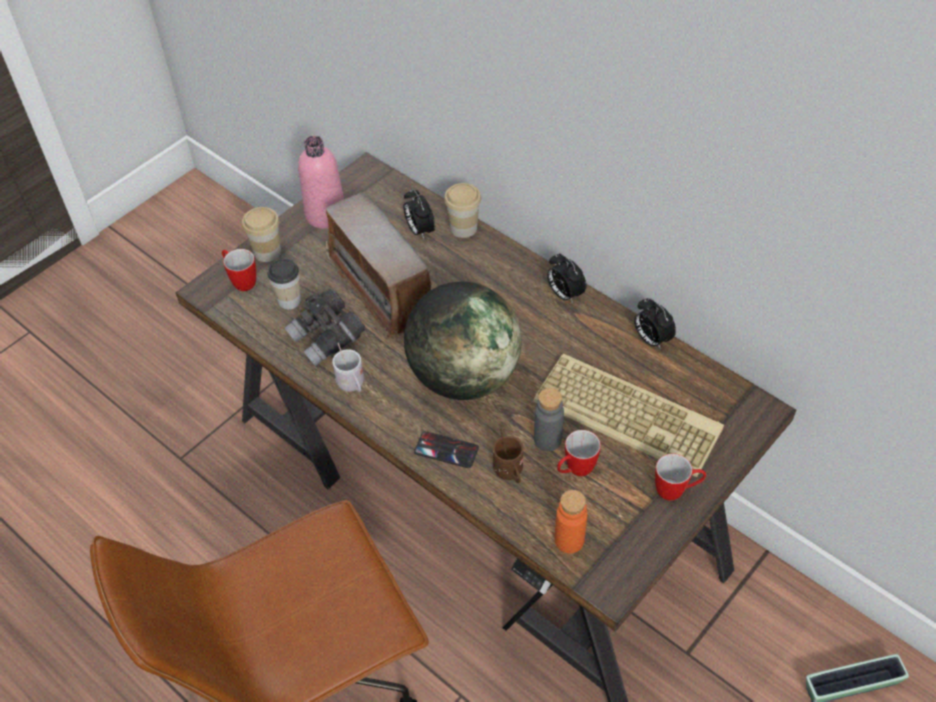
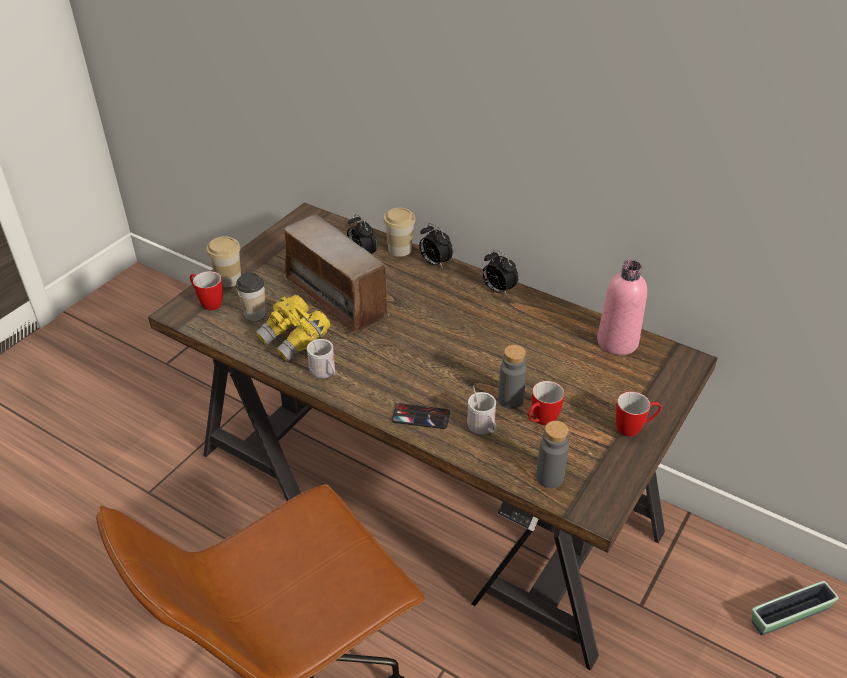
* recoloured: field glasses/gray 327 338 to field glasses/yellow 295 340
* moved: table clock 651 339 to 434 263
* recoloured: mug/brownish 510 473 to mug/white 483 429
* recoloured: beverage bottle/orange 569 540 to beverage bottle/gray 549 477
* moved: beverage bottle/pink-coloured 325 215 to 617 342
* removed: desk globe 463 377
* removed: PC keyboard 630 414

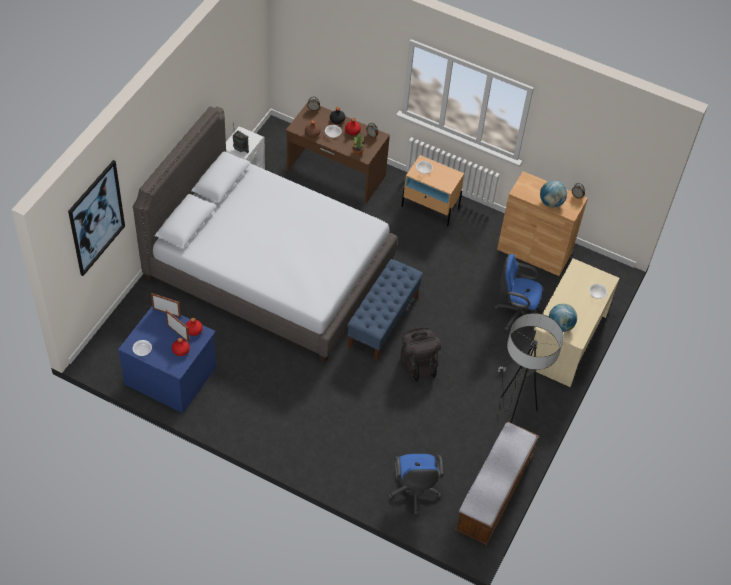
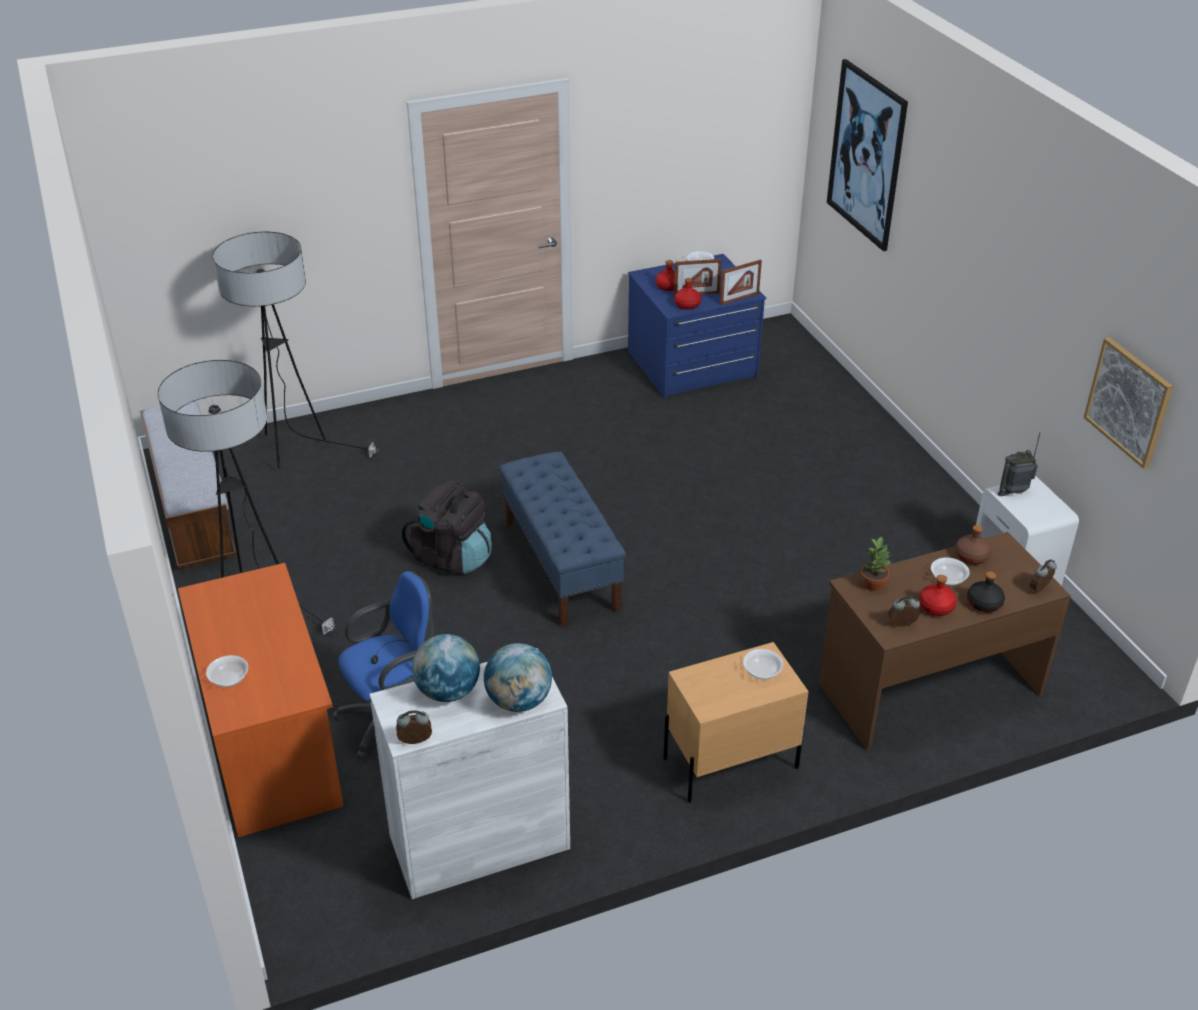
* recoloured: desk unit/sand-coloured 565 341 to desk unit/orange 272 743
* replaced: office chair/blue 414 492 to floor lamp 294 451
* recoloured: cupboard/brownish 534 251 to cupboard/white 479 842
* moved: desk globe 560 325 to 518 701
* added: wall picture 1129 402
* removed: bed/gray 269 271

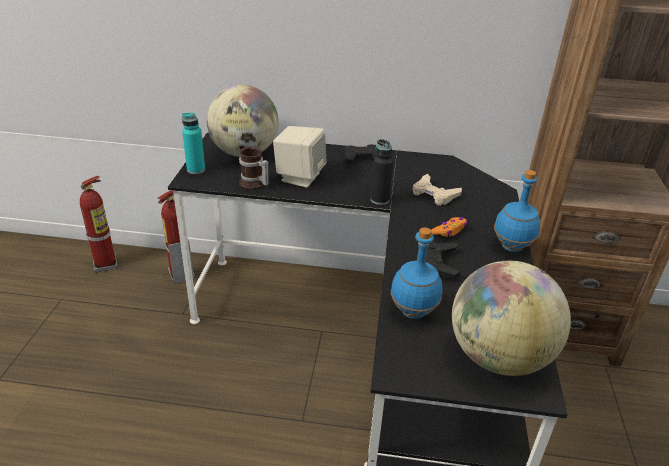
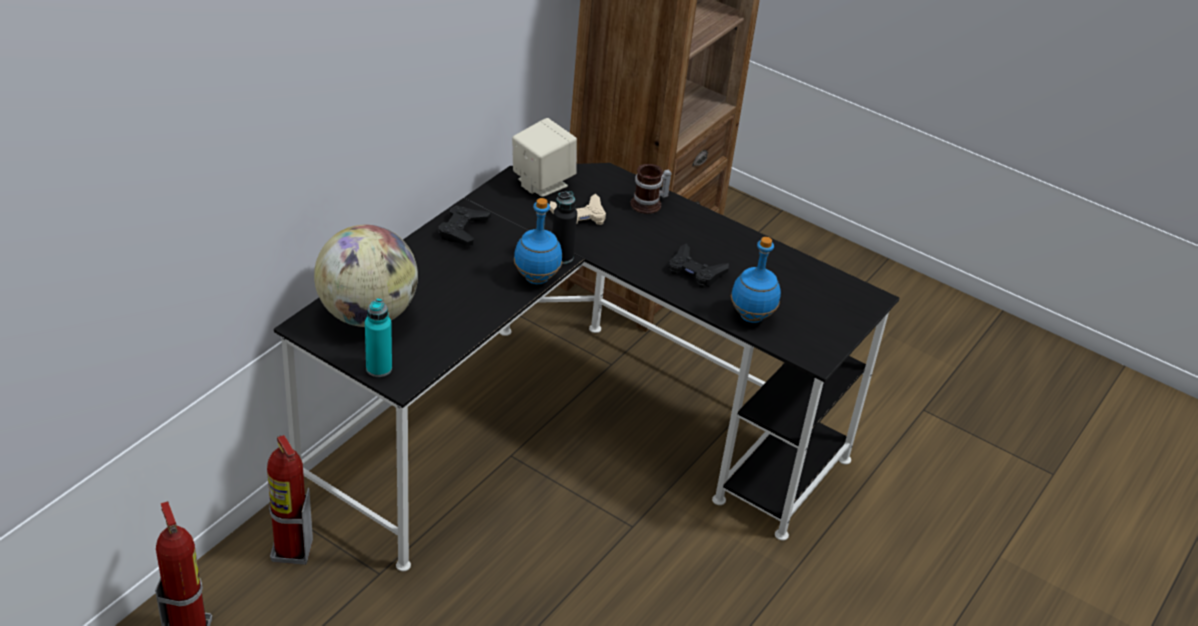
* moved: speaker/sand-coloured 300 177 to 541 183
* moved: beverage bottle/blue 511 247 to 536 278
* moved: mug 253 184 to 649 204
* removed: joypad/orange 449 231
* removed: desk globe 498 356

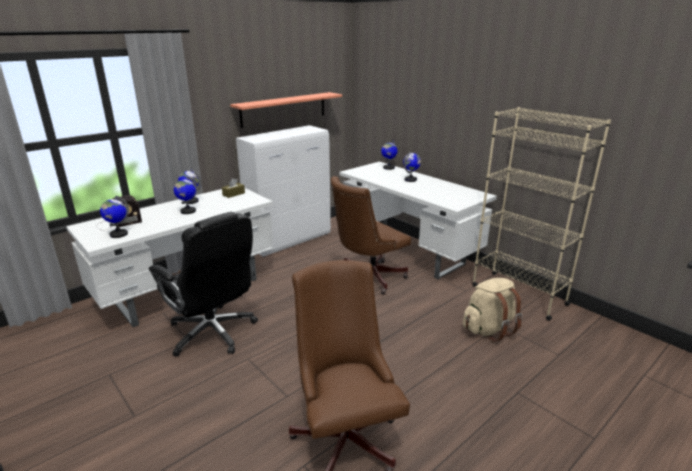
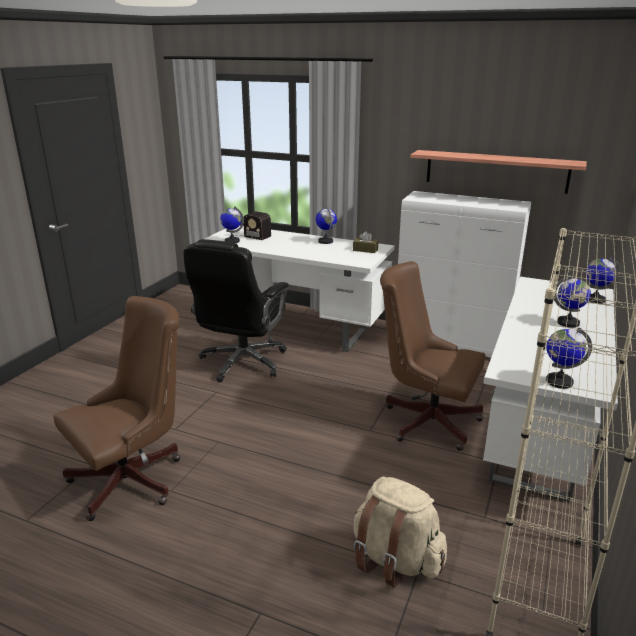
* moved: desk globe 188 211 to 559 381

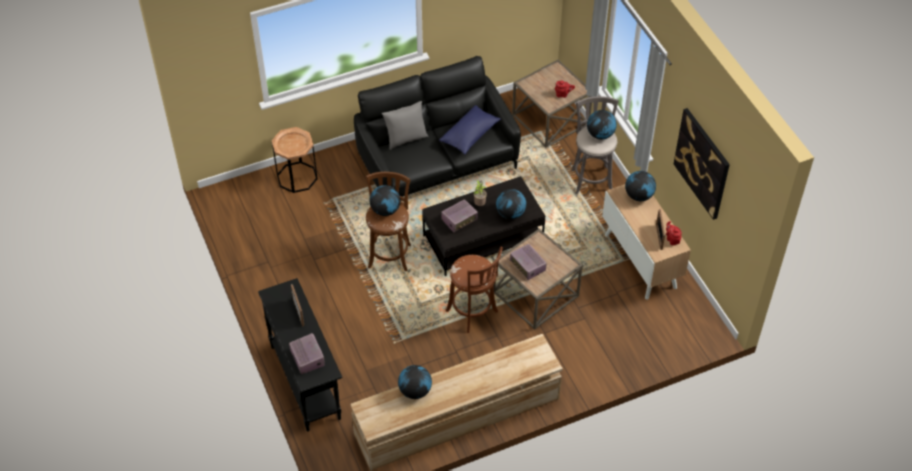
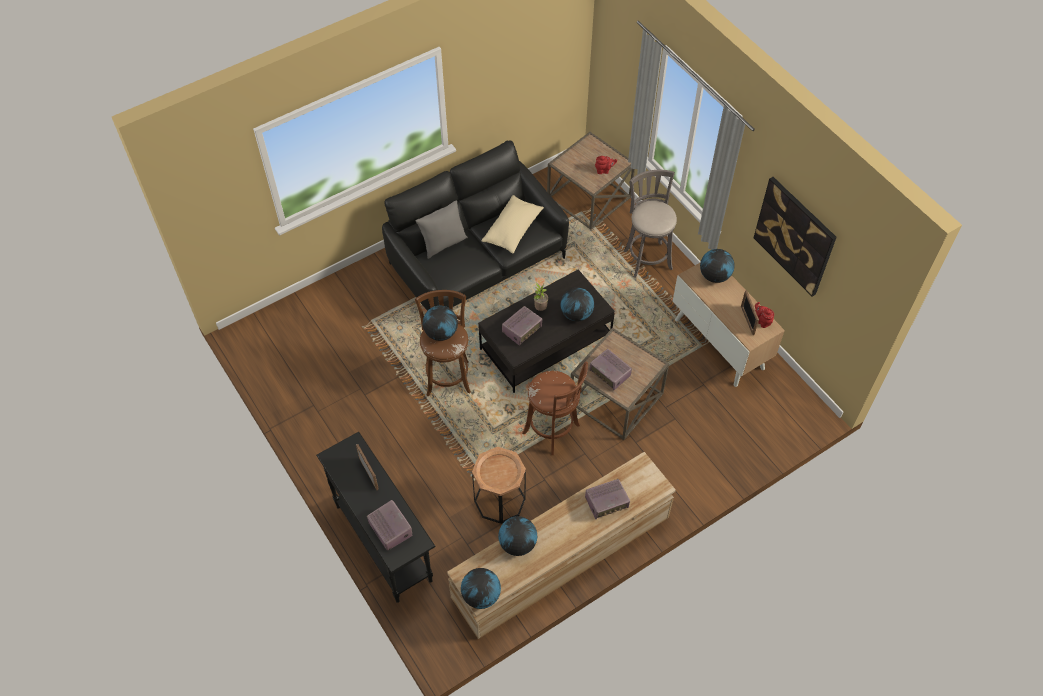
* moved: desk globe 600 135 to 481 596
* moved: end table/brownish 297 177 to 499 500
* recoloured: pillow/blue 470 135 to pillow/sand-coloured 513 230
* added: radio 607 503

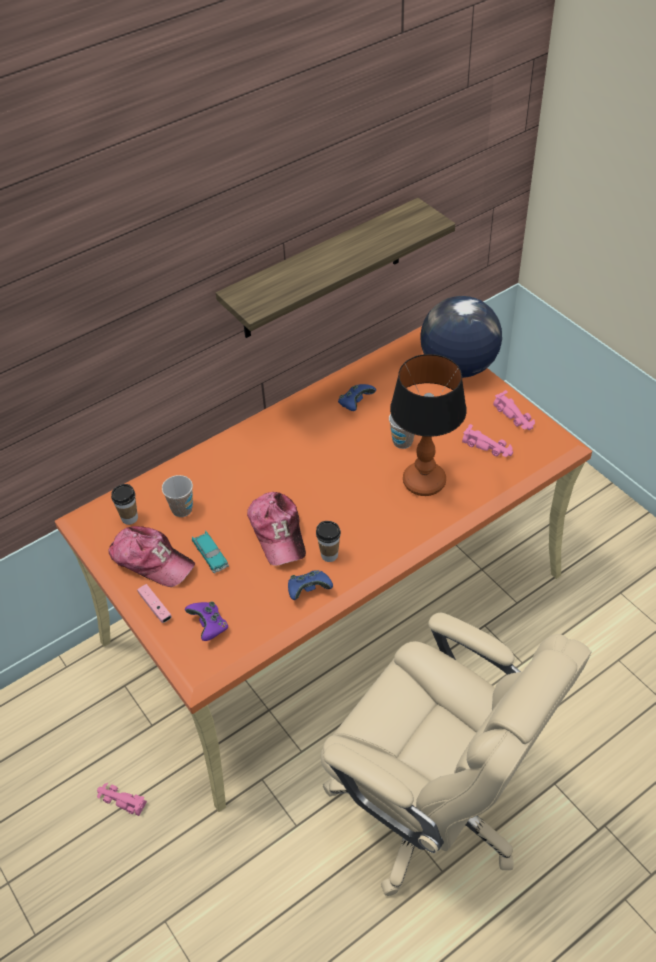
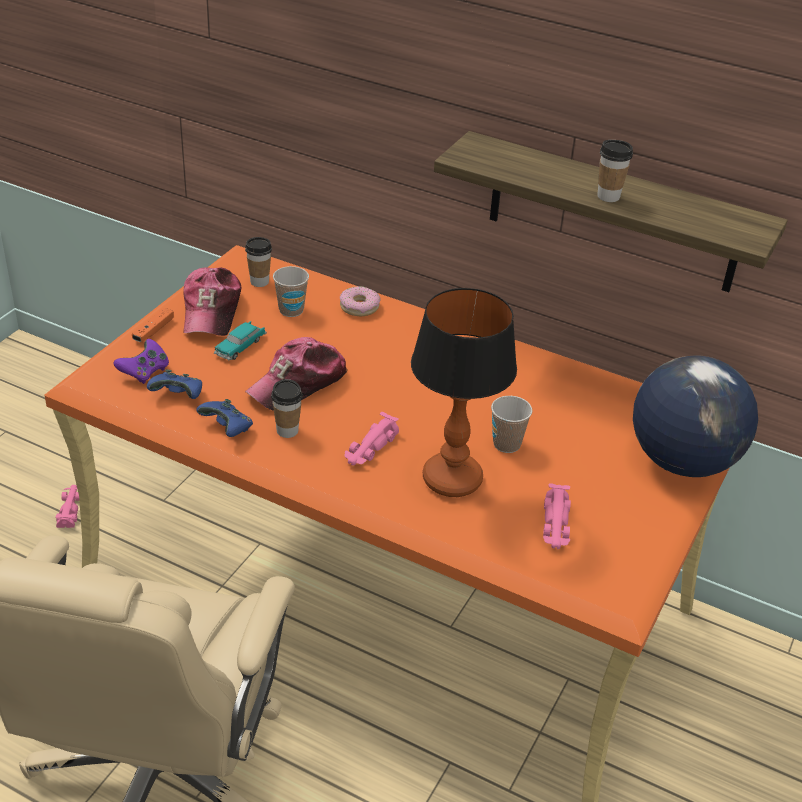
* recoloured: joypad/pink-coloured 155 607 to joypad/orange 153 331
* moved: joypad/blue 355 403 to 178 396
* added: doughnut 359 307
* moved: model car/pink-coloured 514 416 to 370 448
* added: cup 608 196

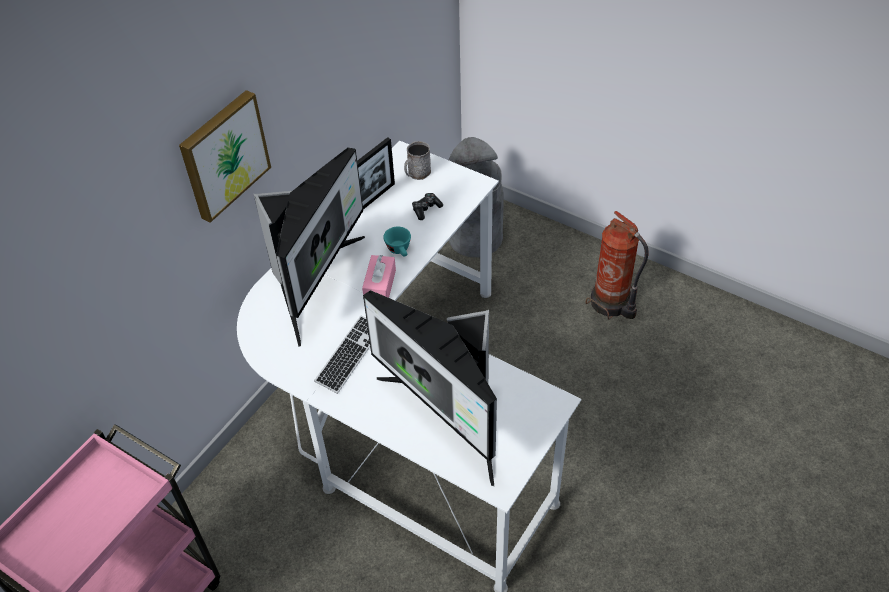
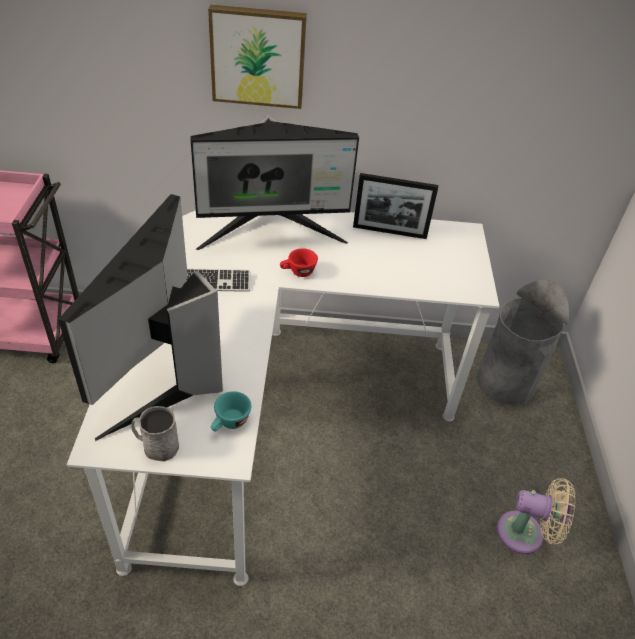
* moved: mug/gray 417 174 to 156 446
* moved: cup/turquoise 400 250 to 229 423
* replaced: tissue holder/pink-coloured 380 285 to cup/reddish 298 272
* replaced: extinguisher 611 304 to cooling fan/sand-coloured 525 534
* removed: joypad 426 209

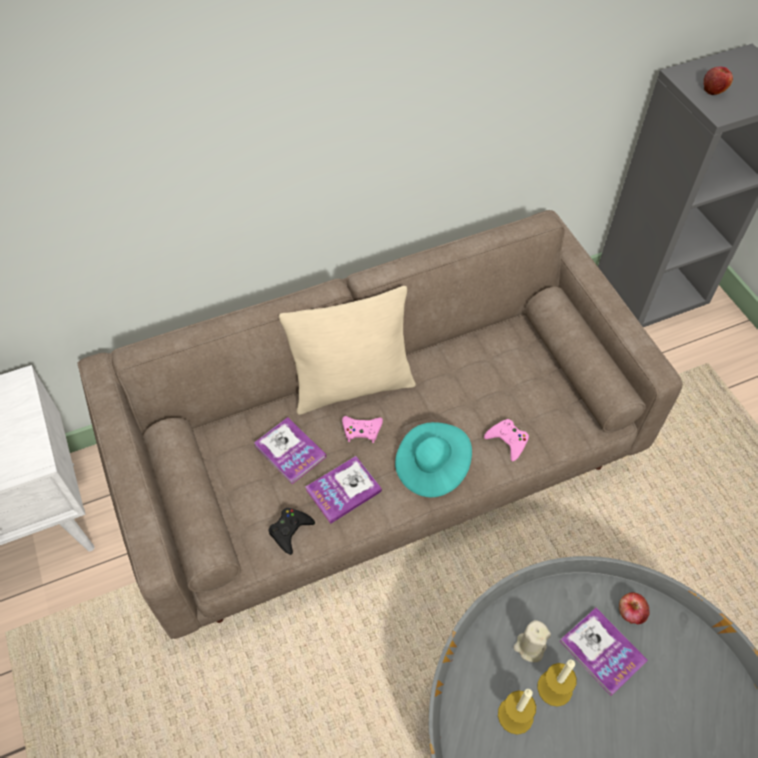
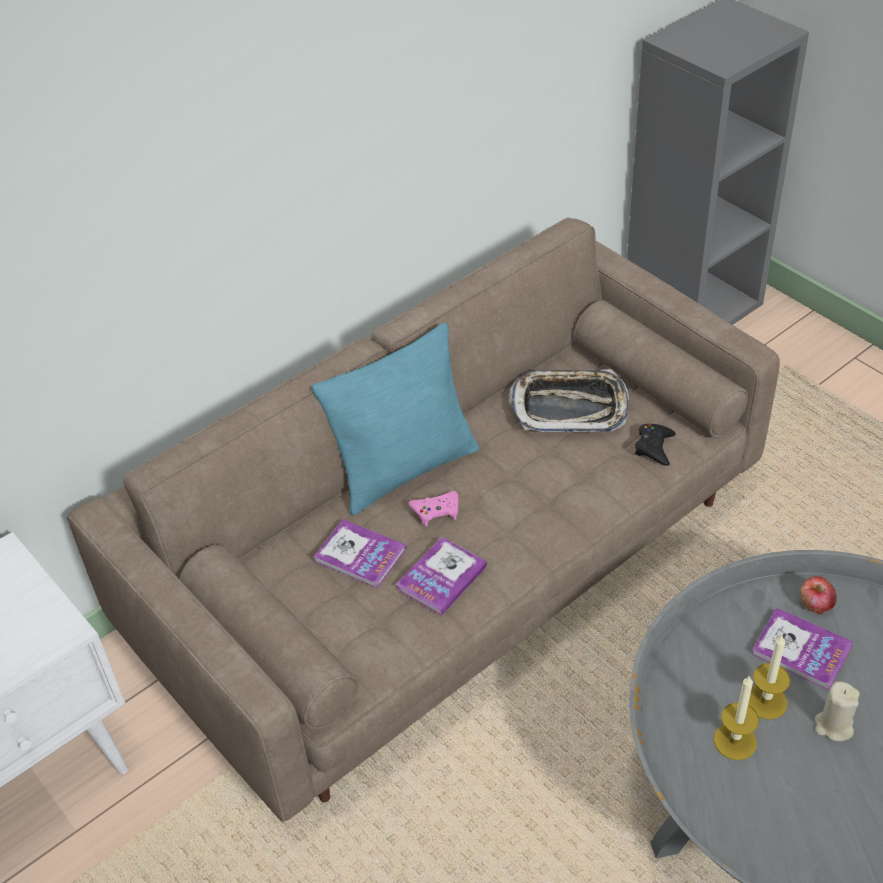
* recoloured: pillow/sand-coloured 352 386 to pillow/turquoise 405 470
* added: serving tray 569 407
* moved: joypad/blackish 290 531 to 654 447
* moved: wax light/sand-coloured 529 647 to 833 726
* removed: wearable hat/turquoise 431 467
* removed: joypad/pink-coloured 507 441
* removed: apple fruit 714 89

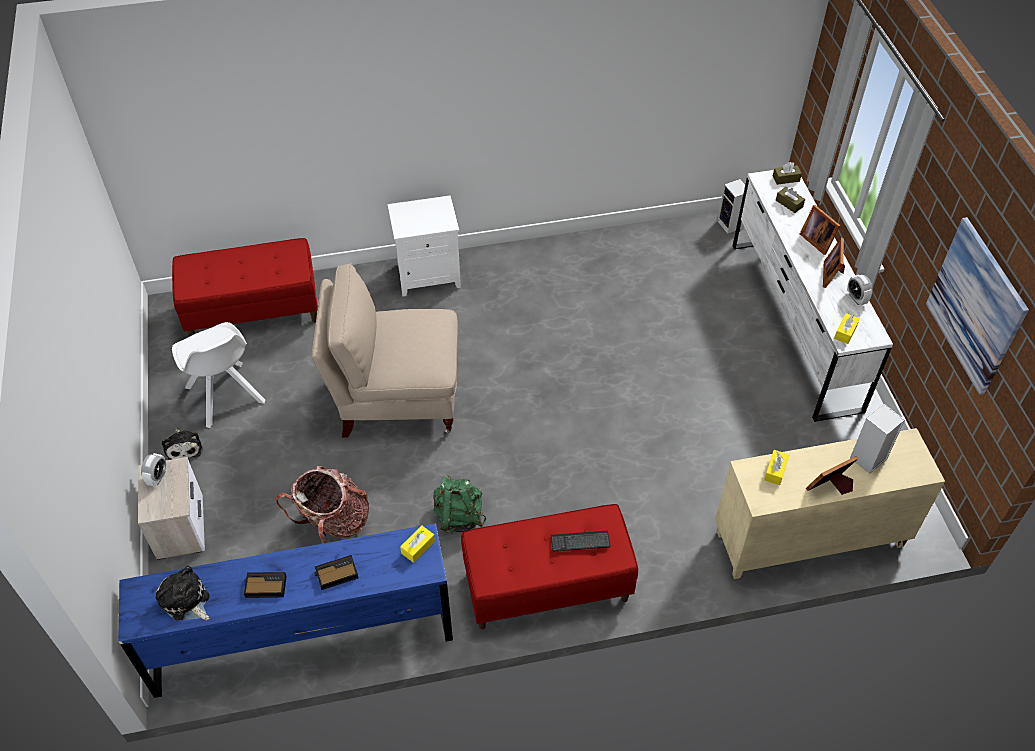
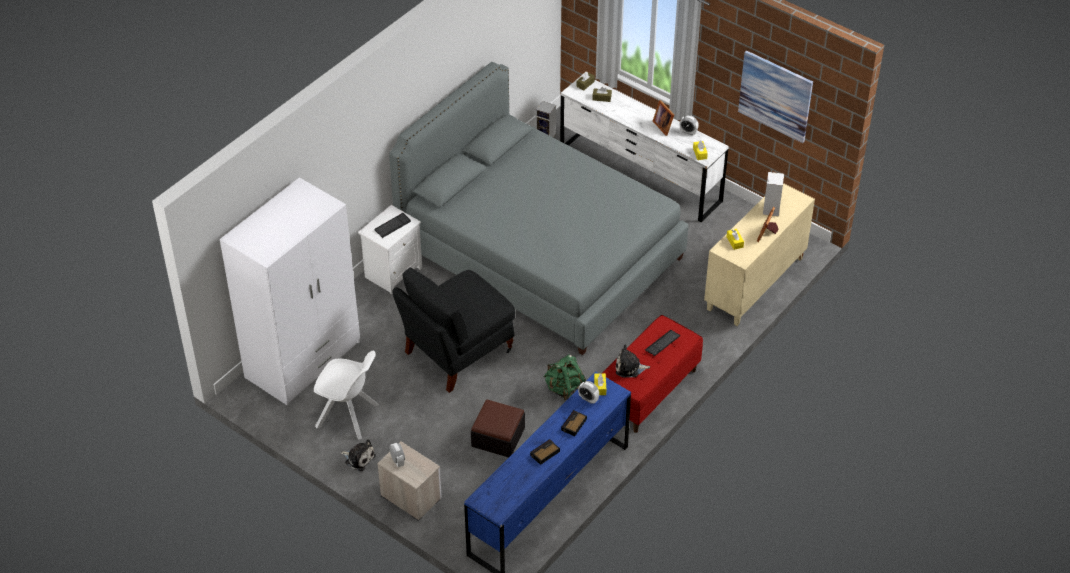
* replaced: long seat/reddish 253 311 to armoire/white 304 360
* added: PC keyboard 392 226
* added: bed/gray 540 253
* recoloured: plain chair/sand-coloured 396 399 to plain chair/blackish 457 352
* replaced: knapsack 333 523 to pouffe 498 437
* added: table clock 588 399
* moved: cuddly toy 186 601 to 629 368
* removed: standing frame 817 240

